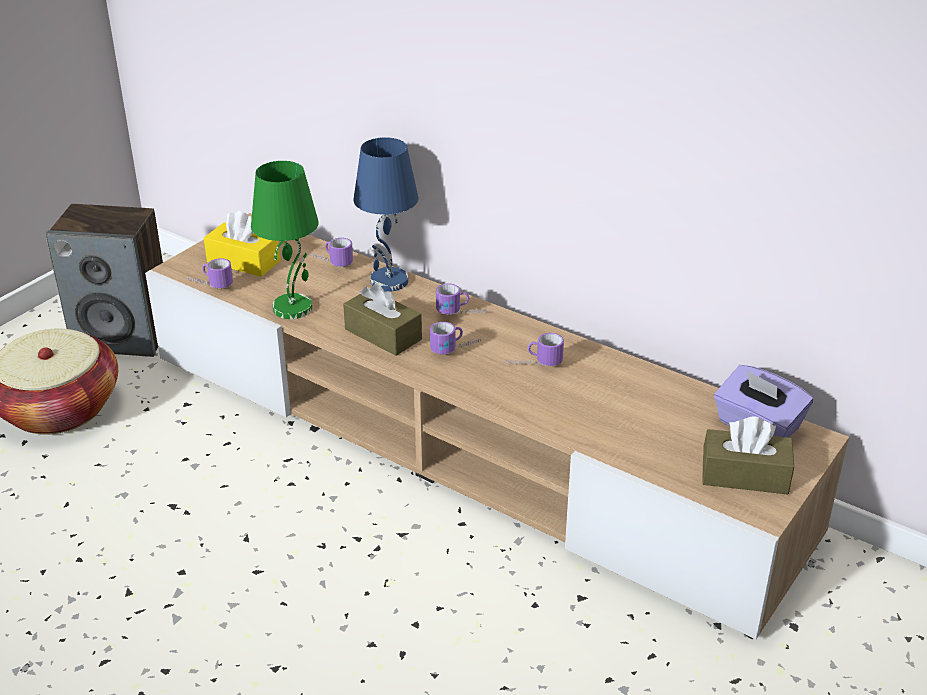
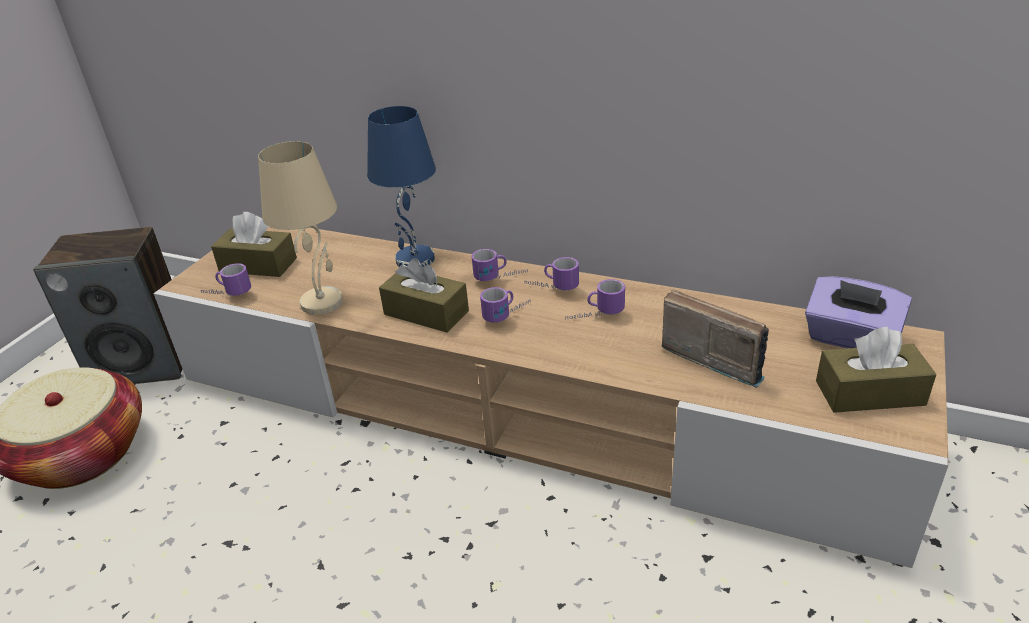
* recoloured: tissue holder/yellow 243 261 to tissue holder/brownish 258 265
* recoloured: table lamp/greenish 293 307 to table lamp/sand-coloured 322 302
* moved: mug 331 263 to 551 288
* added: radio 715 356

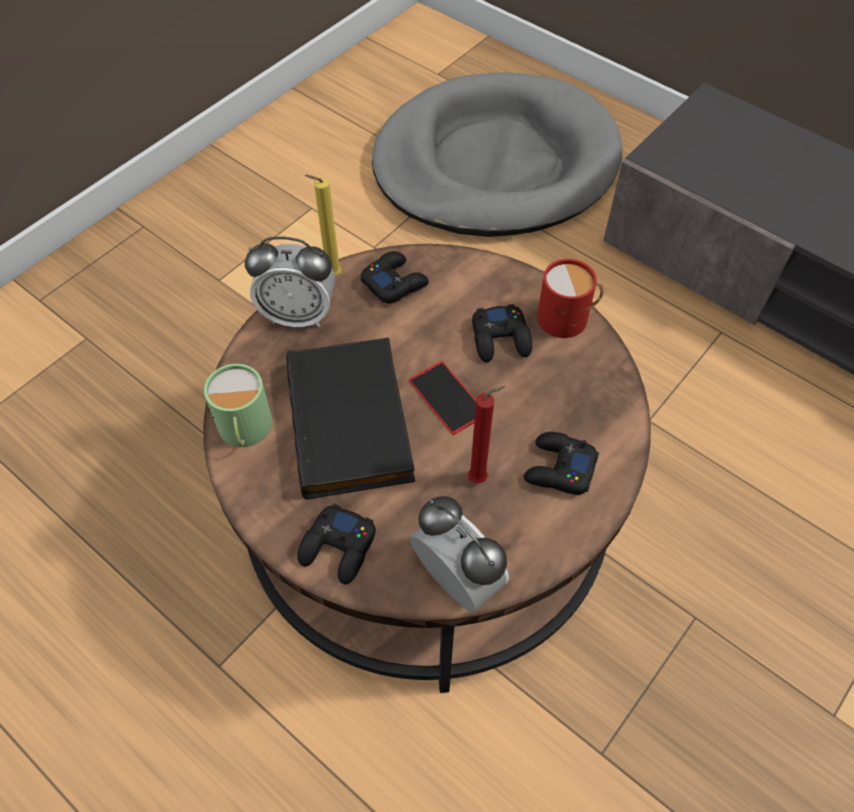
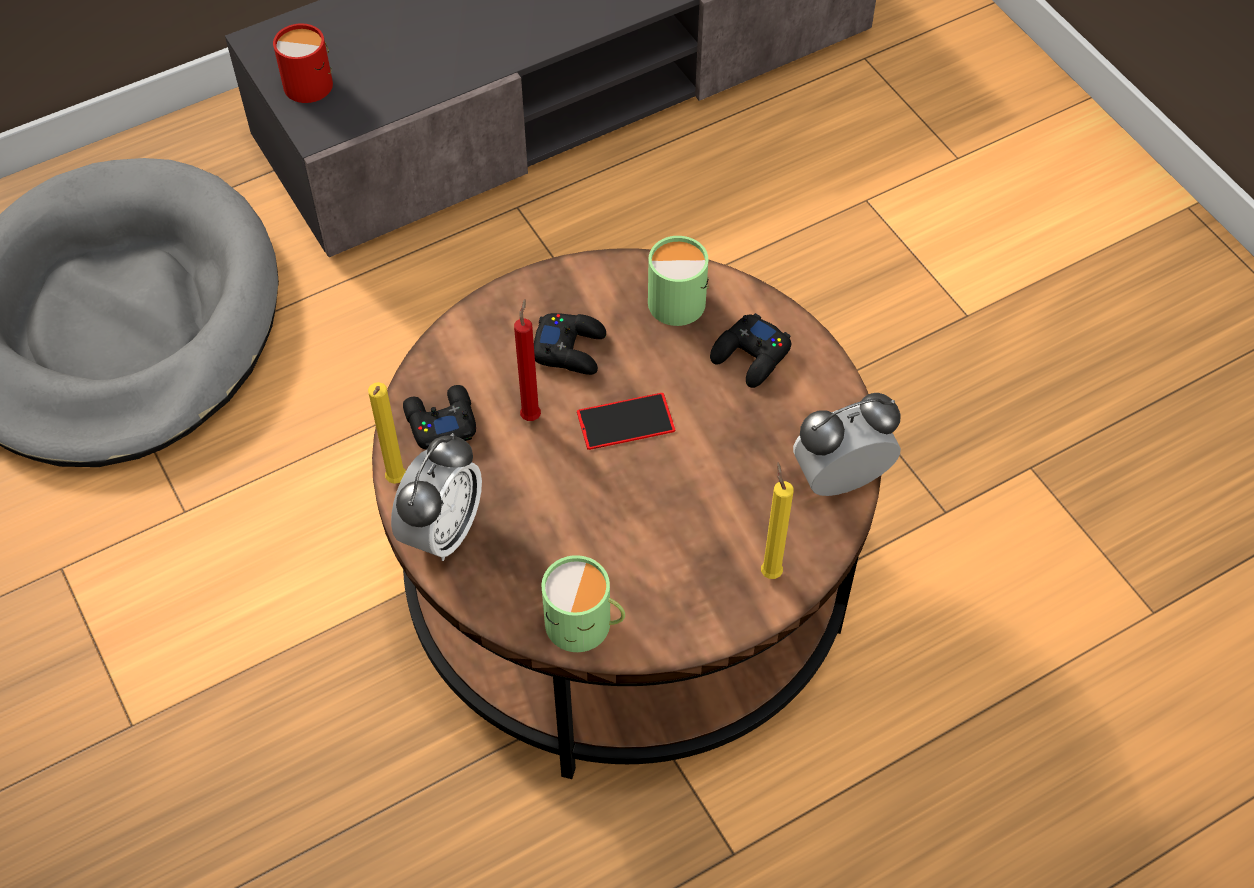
* moved: mug/reddish 568 318 to 310 81
* moved: wax light/reddish 480 478 to 531 414
* added: mug/greenish 677 297
* replaced: joypad/blackish 338 548 to wax light/yellow 770 570
* removed: book/blackish 353 422

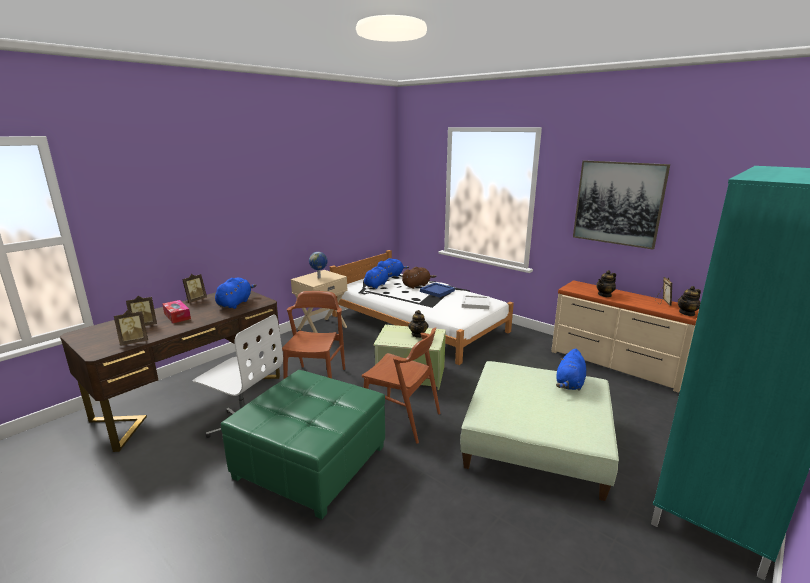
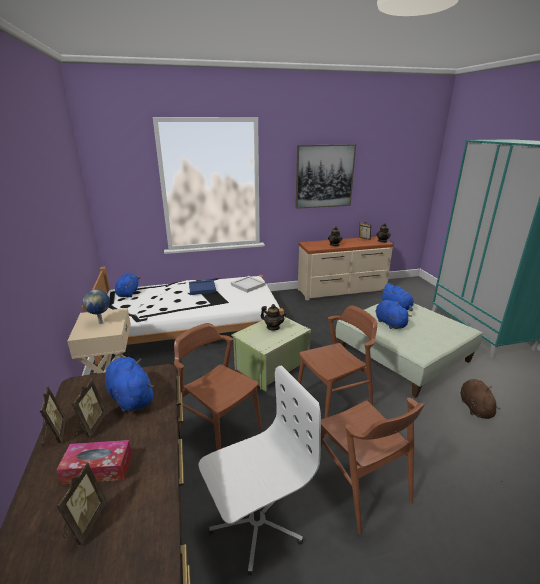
* moved: standing frame 134 342 to 91 425
* replaced: pouffe/greenish 310 462 to plain chair/brownish 360 485
* moved: cuddly toy/blue 376 285 to 389 323
* moved: cuddly toy/brownish 417 285 to 474 407

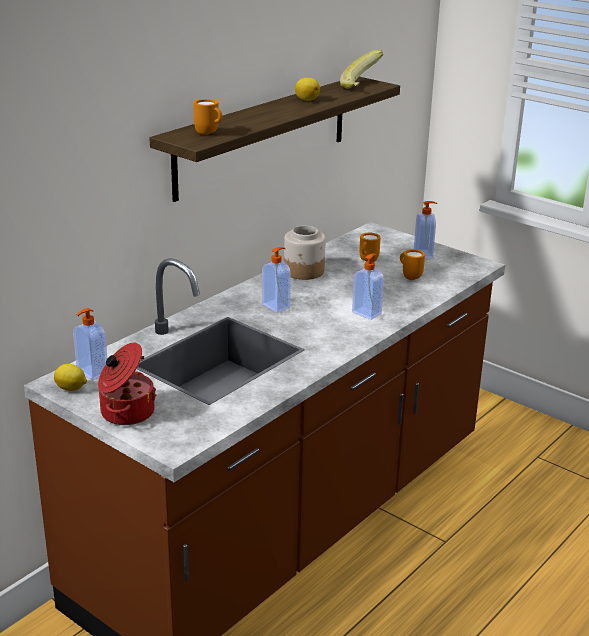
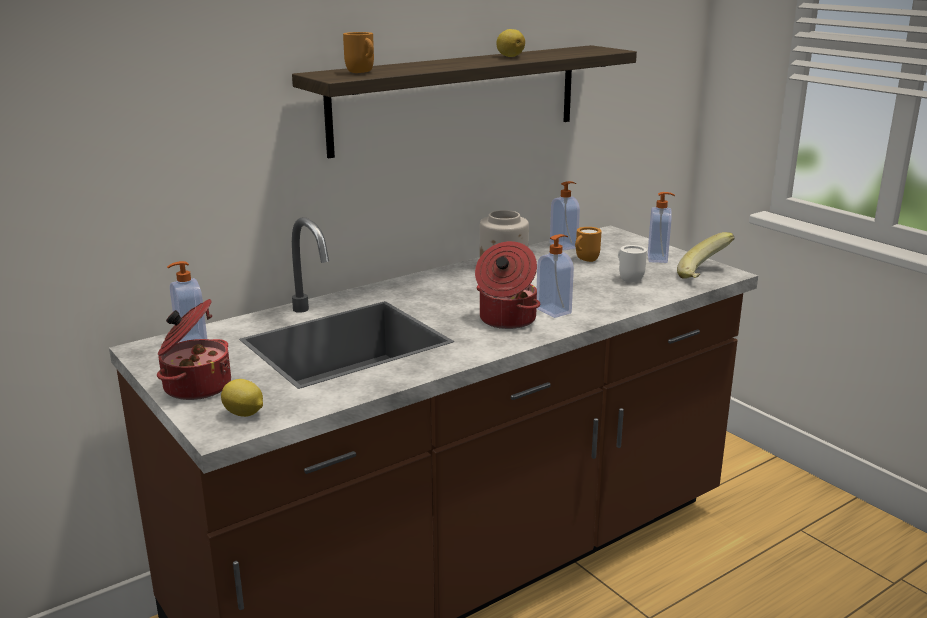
* moved: lemon 71 389 to 244 414
* added: saucepot 506 320
* moved: liquid soap bottle 276 306 to 564 246
* recoloured: mug/orange 409 276 to mug/white 628 279
* moved: banana fruit 362 86 to 705 276

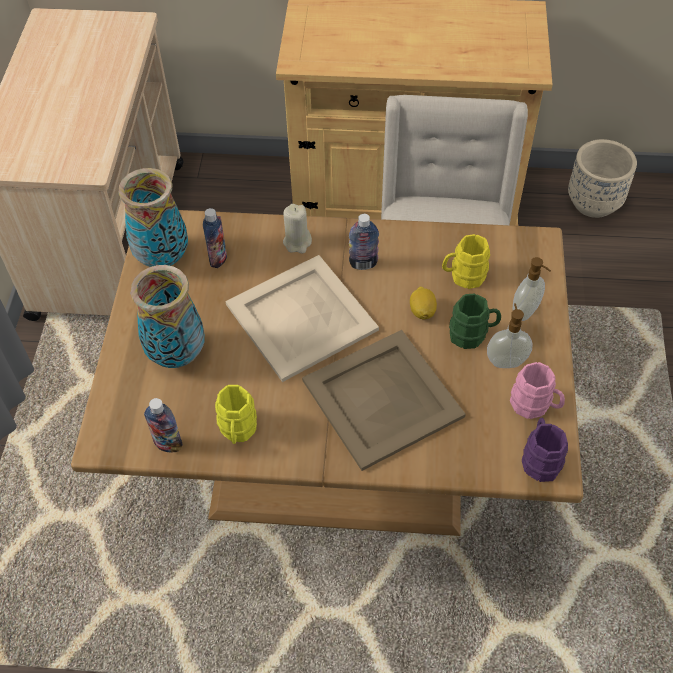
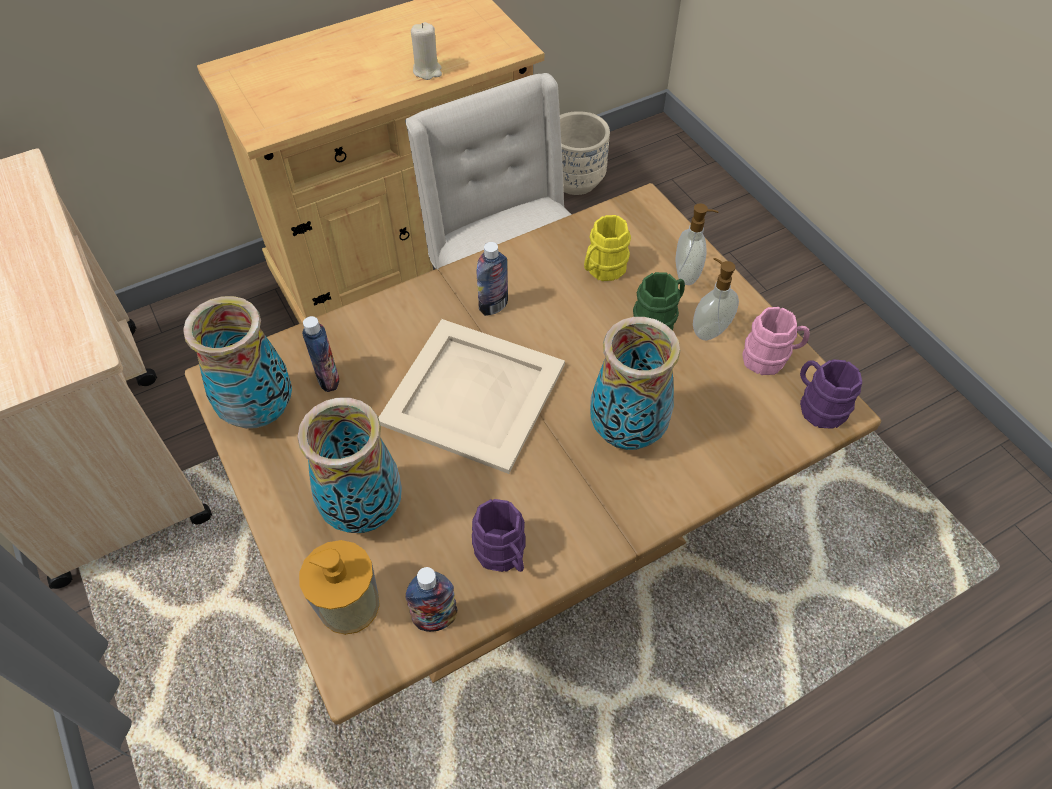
* added: liquid soap bottle 349 605
* moved: wax light/sand-coloured 297 242 to 427 71
* recoloured: mug/yellow 237 430 to mug/purple-coloured 503 555
* replaced: serving tray/sand-coloured 384 399 to vase 627 431
* removed: lemon 422 311

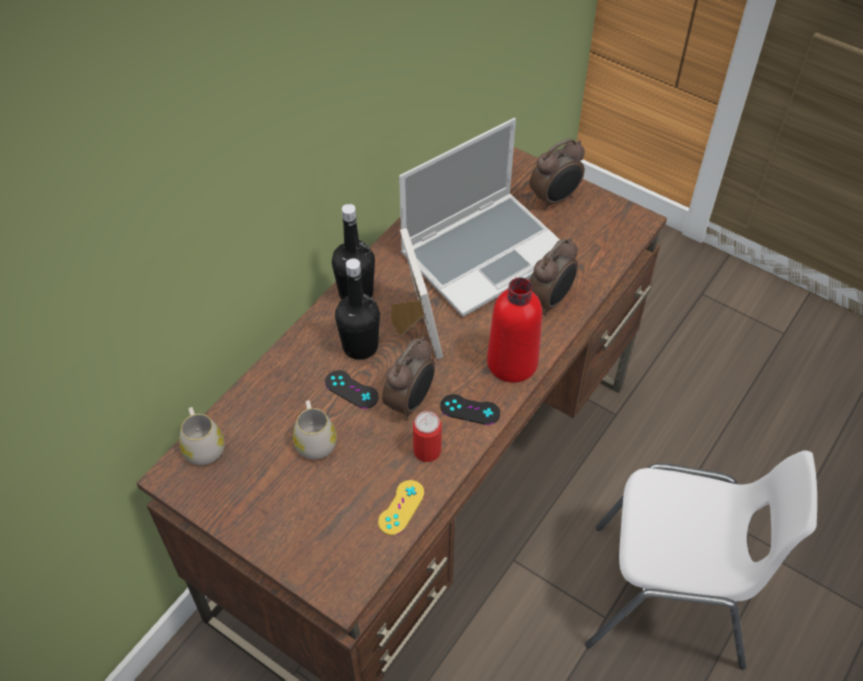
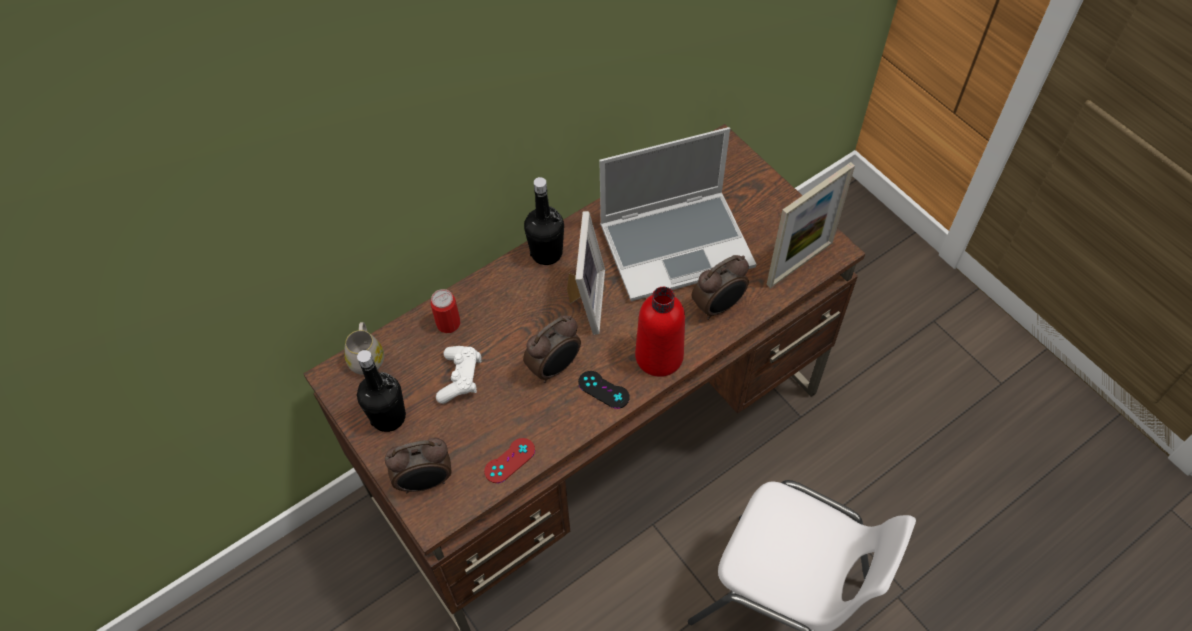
* moved: beverage bottle/blackish 360 346 to 388 417
* moved: table clock 555 199 to 425 482
* moved: metal can 427 450 to 448 323
* replaced: mug/white 315 440 to joypad/white 460 378
* recoloured: joypad/yellow 401 507 to joypad/reddish 509 460
* added: standing frame 799 263
* removed: joypad/blackish 351 389

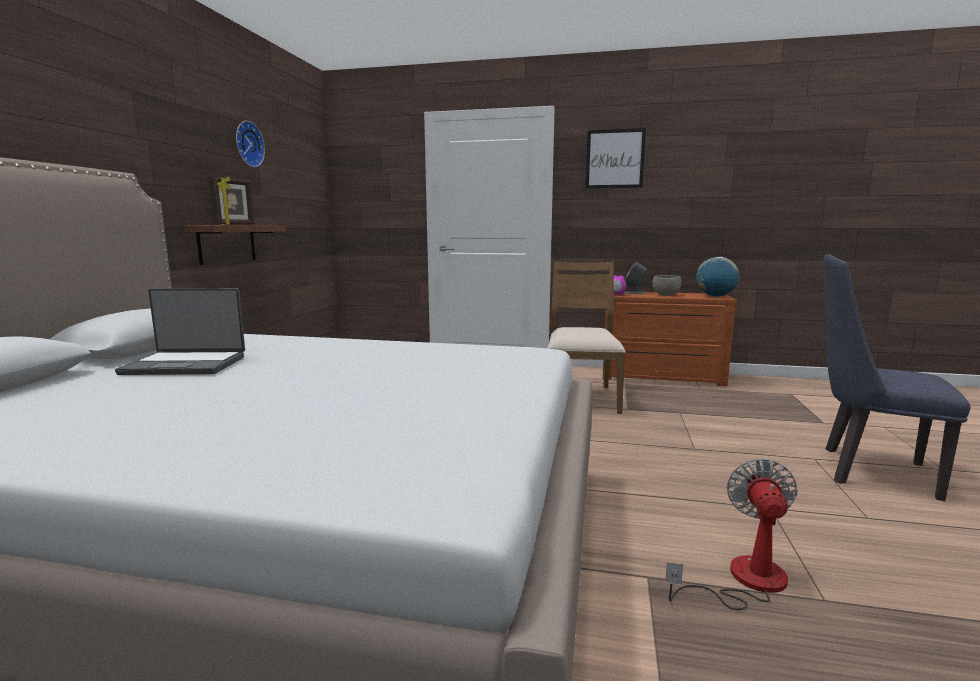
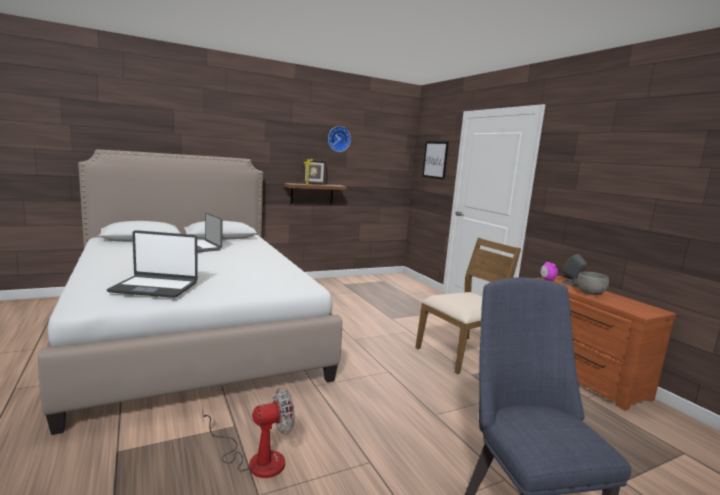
* added: portable computer 155 287
* moved: wall picture 615 159 to 435 160
* removed: desk globe 715 296

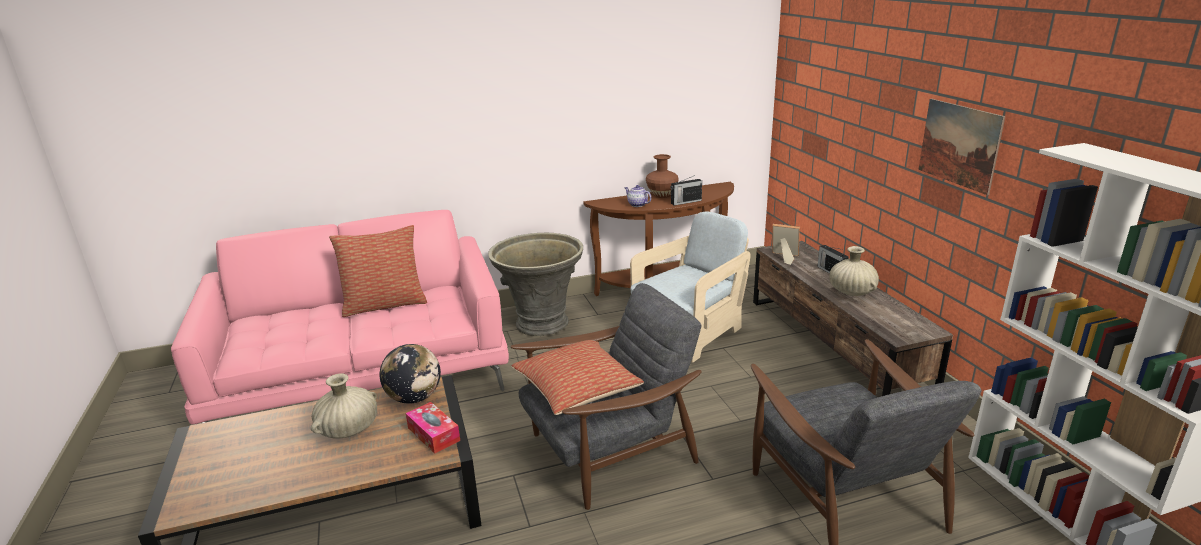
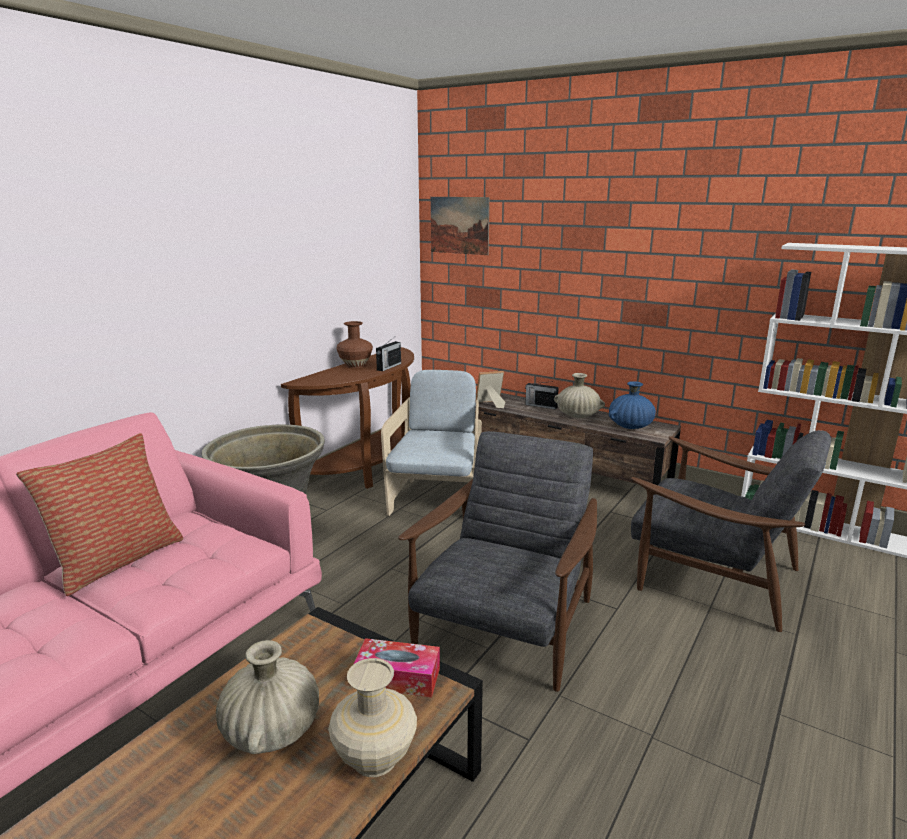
* added: vase/sand-coloured 375 758
* moved: wall picture 959 145 to 459 225
* added: vase/blue 630 426
* removed: desk globe 414 398
* removed: pillow 577 388
* removed: tea pot 637 204

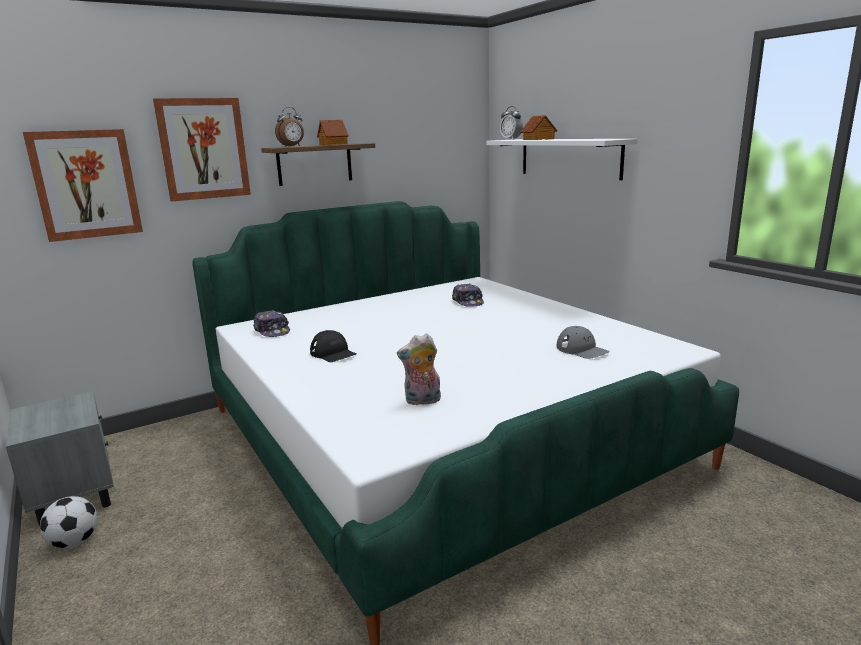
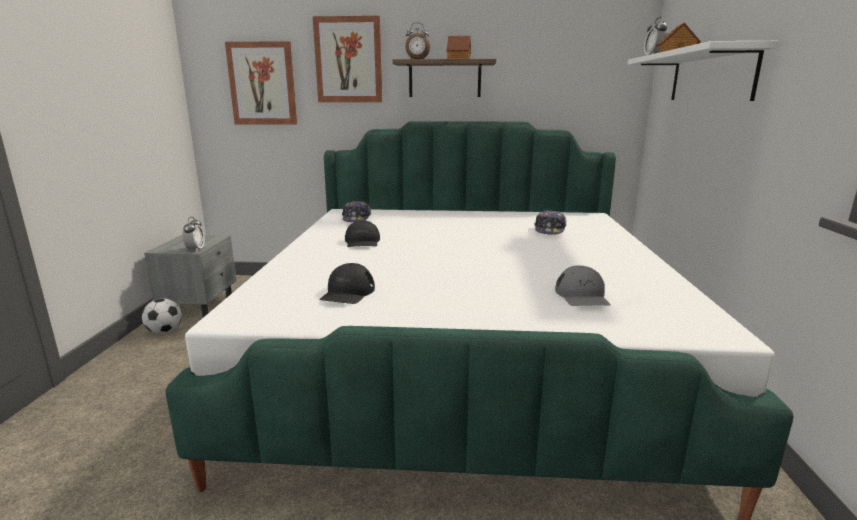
* added: table clock 195 250
* replaced: cuddly toy 422 401 to peaked cap/blackish 347 293

